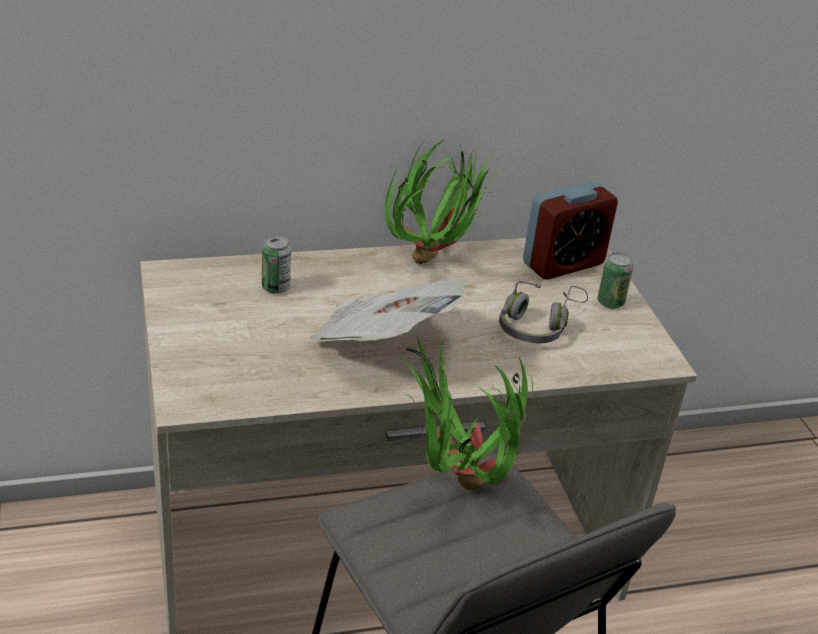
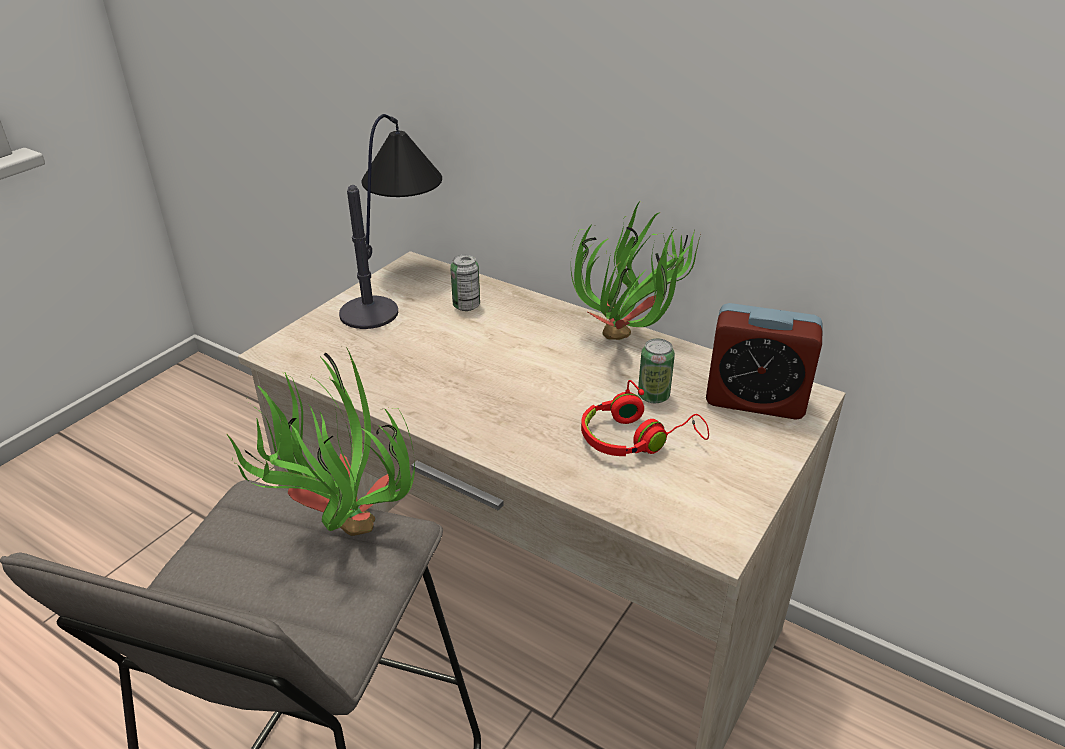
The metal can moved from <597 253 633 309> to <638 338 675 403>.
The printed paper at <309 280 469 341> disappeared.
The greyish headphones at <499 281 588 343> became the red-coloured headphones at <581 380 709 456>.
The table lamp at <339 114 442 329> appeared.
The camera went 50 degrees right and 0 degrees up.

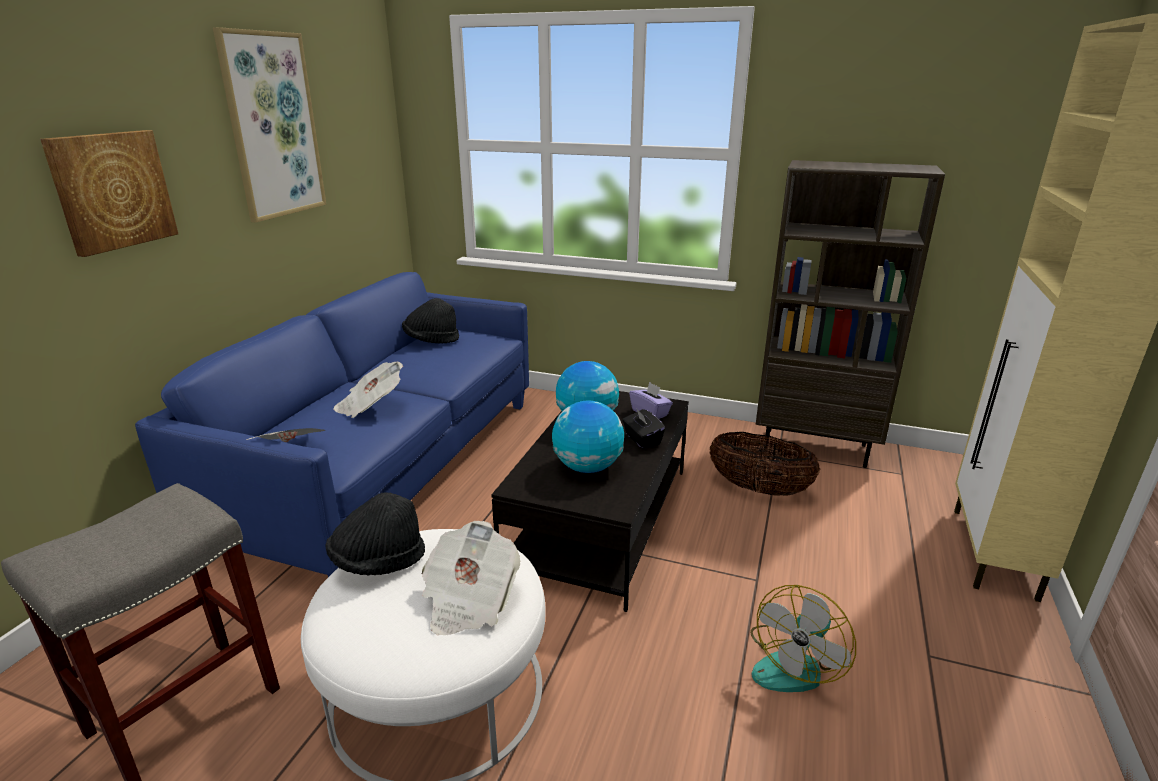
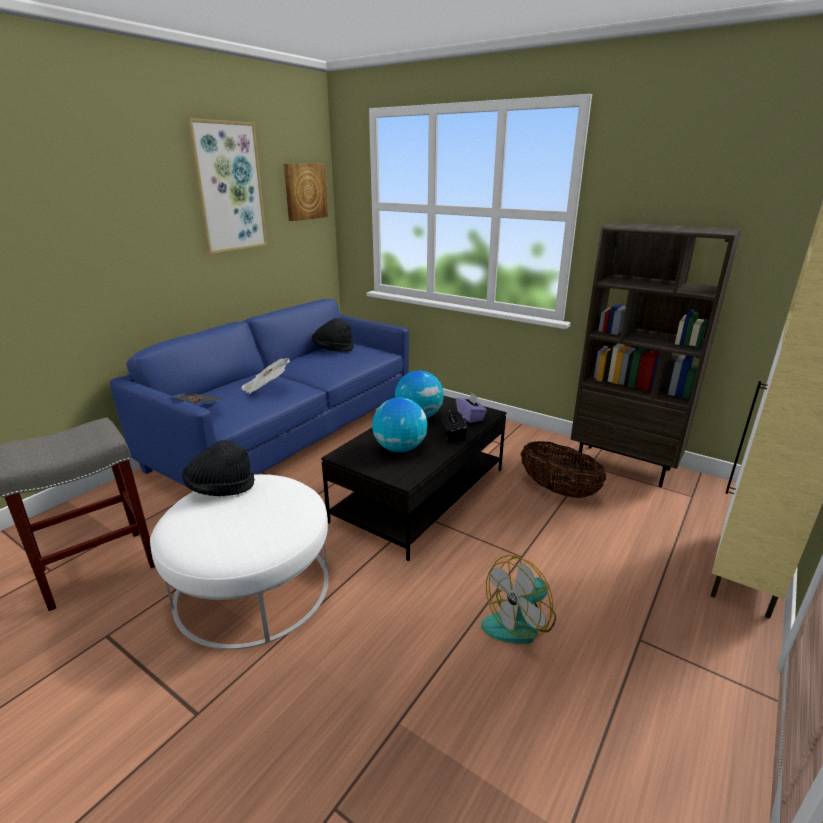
The wall art moved from <40 130 178 257> to <284 164 328 221>.
The printed paper at <421 521 520 635> disappeared.
The camera went 15 degrees right and 0 degrees up.

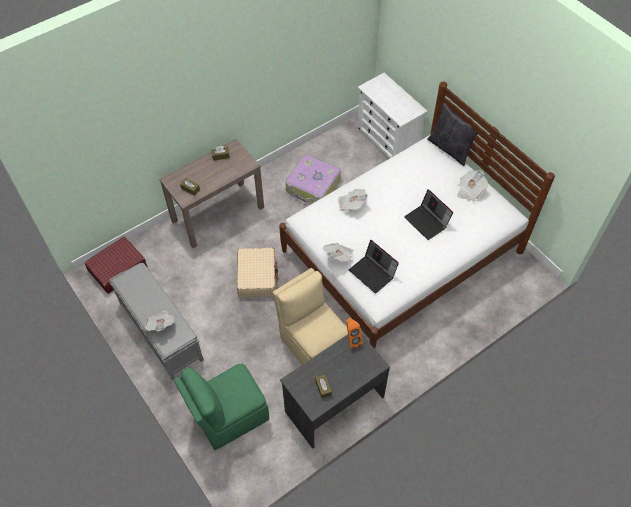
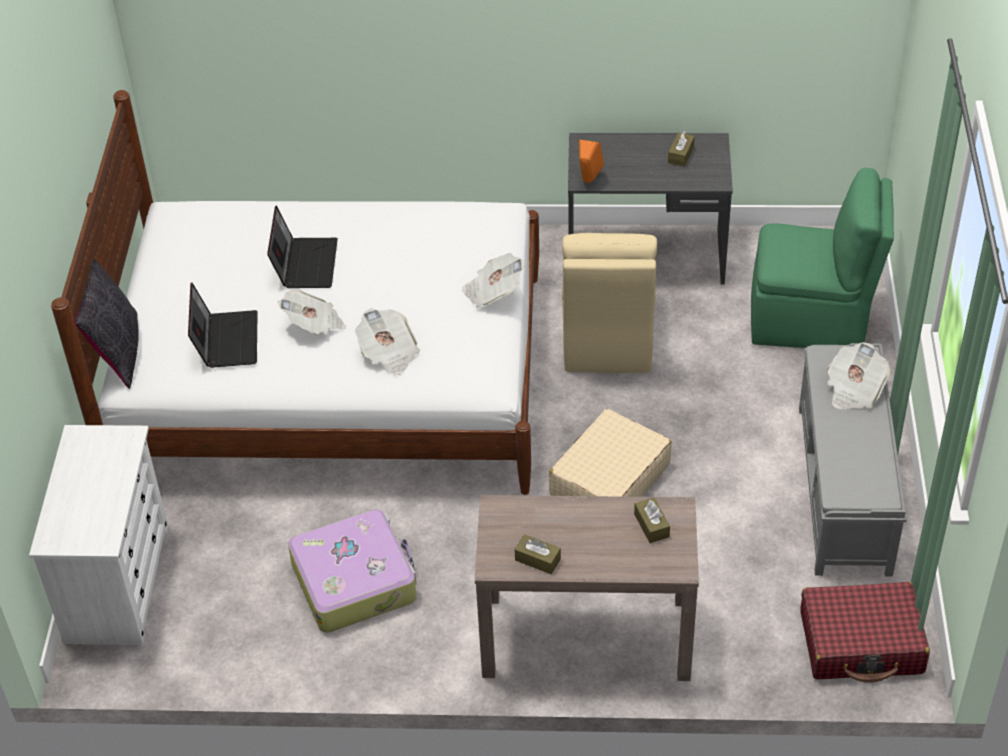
The printed paper moved from <457 170 488 201> to <278 290 346 334>.
The laptop moved from <349 240 399 293> to <188 282 258 368>.
The camera went 140 degrees left and 10 degrees down.

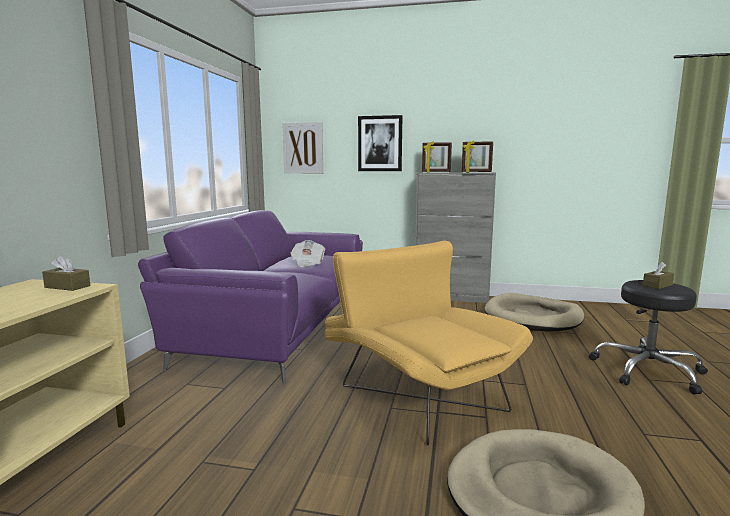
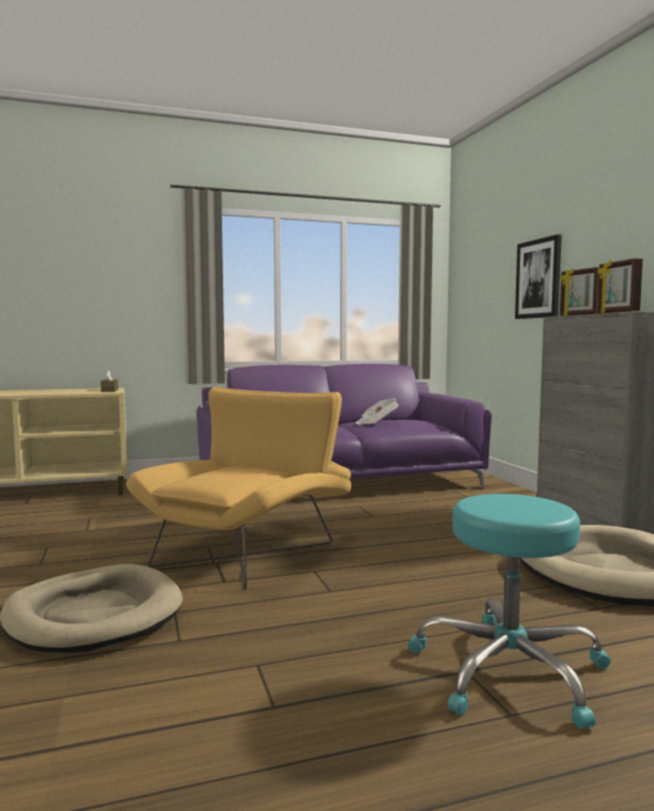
The wall art at <282 122 323 174> disappeared.
The brownish tissue box at <643 262 674 289> disappeared.
The black-coloured stool seat at <589 280 708 394> became the turquoise stool seat at <408 494 611 729>.
The camera went 60 degrees right and 5 degrees down.

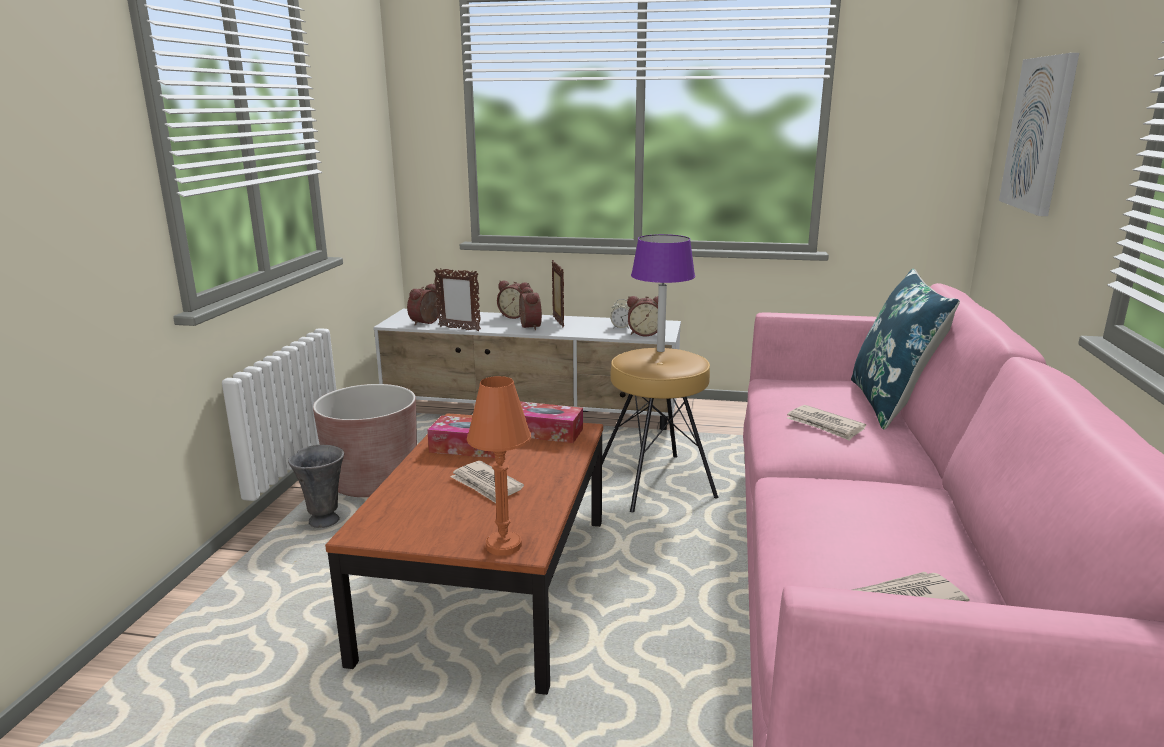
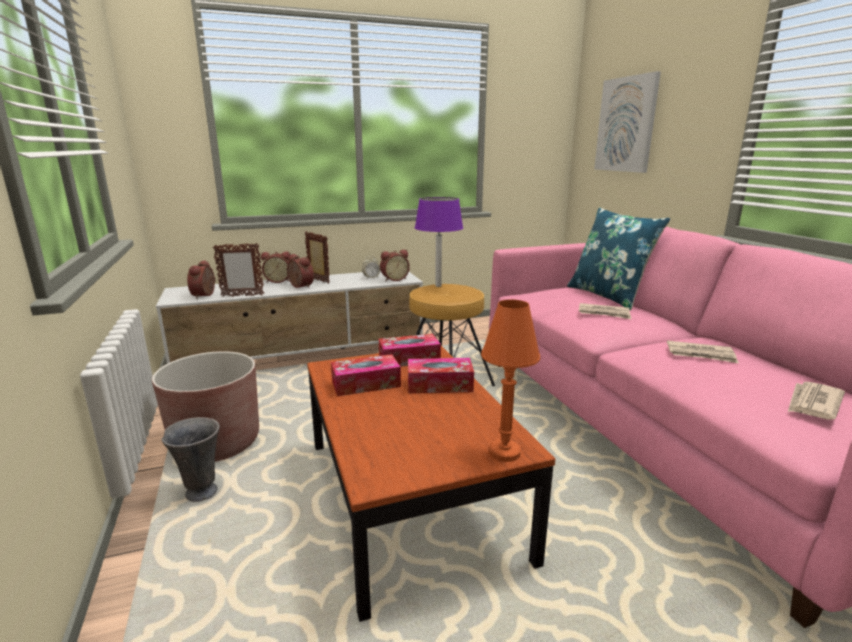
The printed paper moved from <450 461 524 503> to <667 341 739 363>.
The tissue box at <408 358 474 393> appeared.
The camera went 30 degrees left and 0 degrees up.

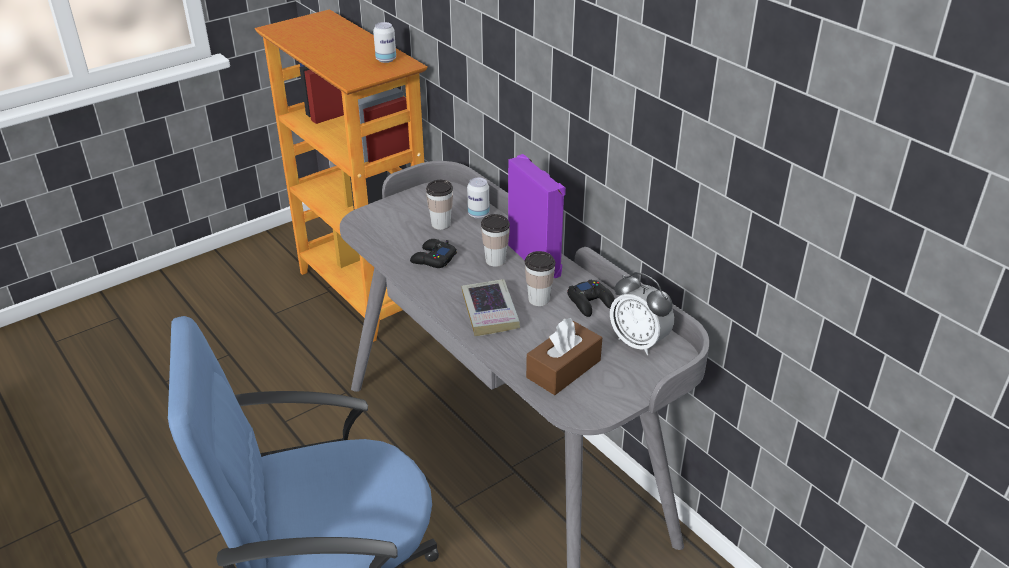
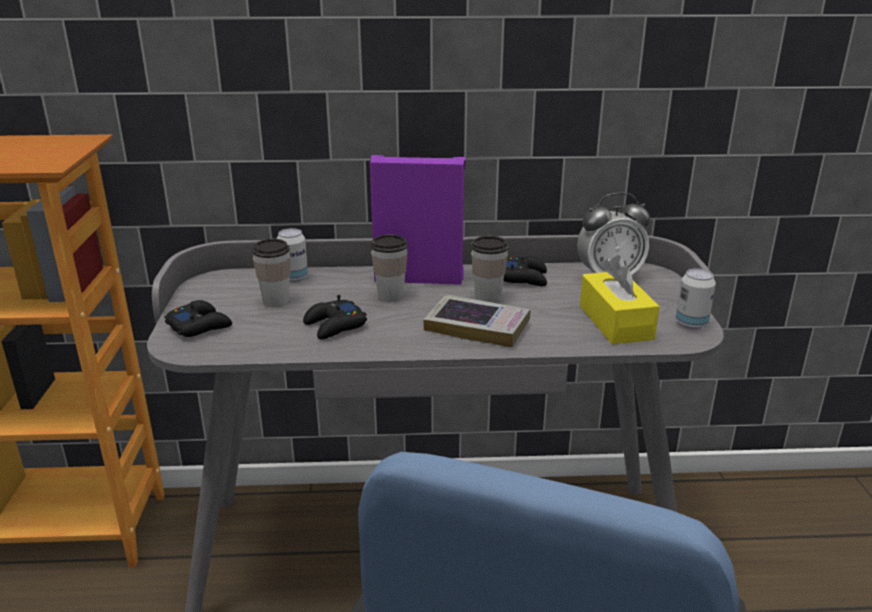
The metal can moved from <373 22 396 63> to <676 268 716 329>.
The brownish tissue box at <526 318 602 395> became the yellow-coloured tissue box at <580 255 660 344>.
The black-coloured game controller at <164 300 232 337> appeared.
The camera went 55 degrees left and 10 degrees down.

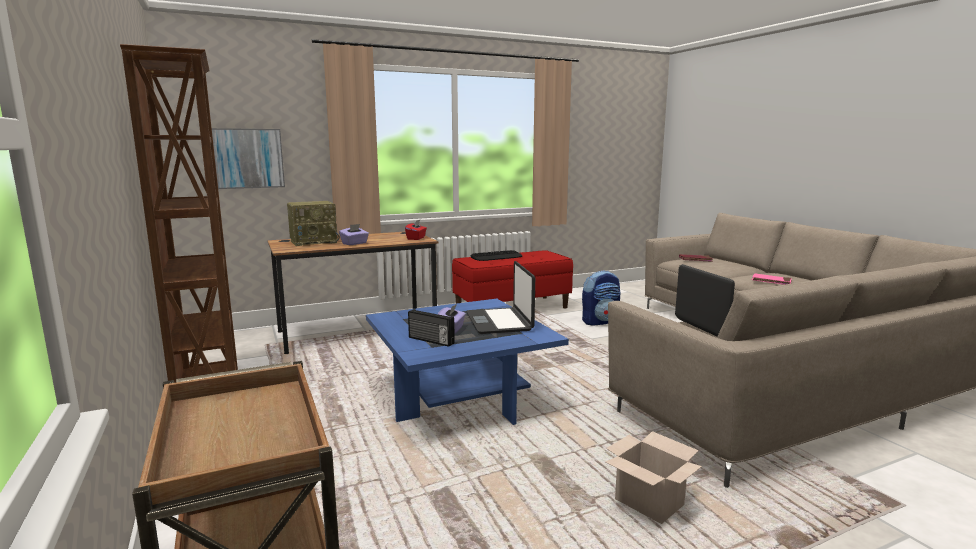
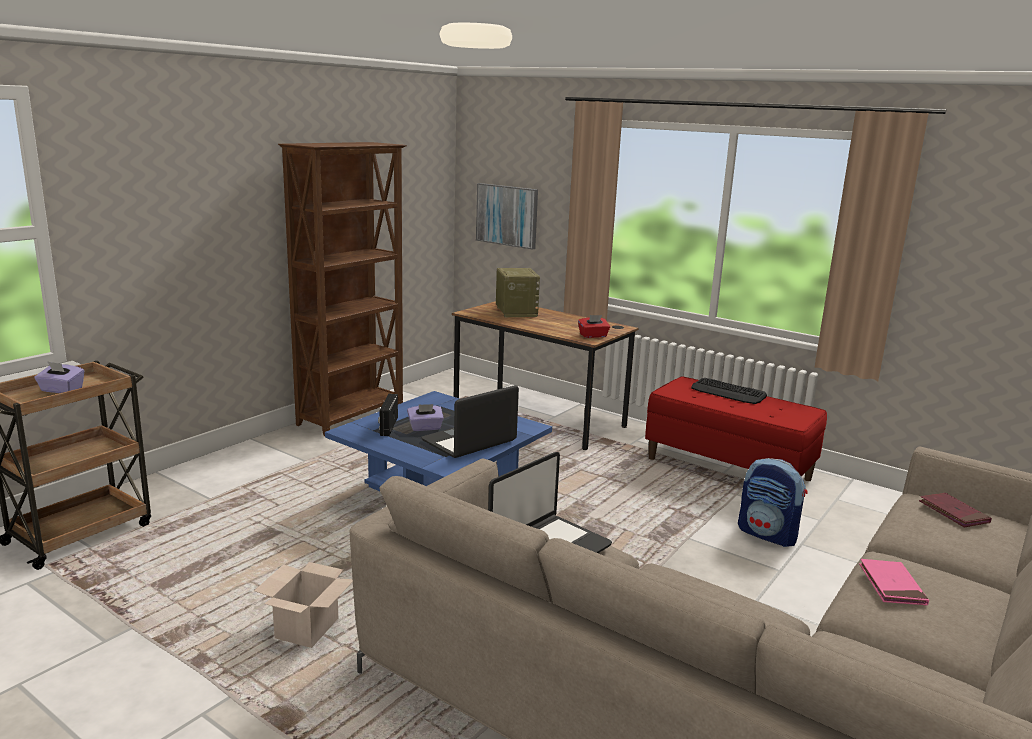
The radio receiver at <287 201 340 246> turned 135 degrees counterclockwise.
The purple tissue box moved from <339 224 369 245> to <34 361 84 393>.
The camera went 60 degrees right and 5 degrees up.

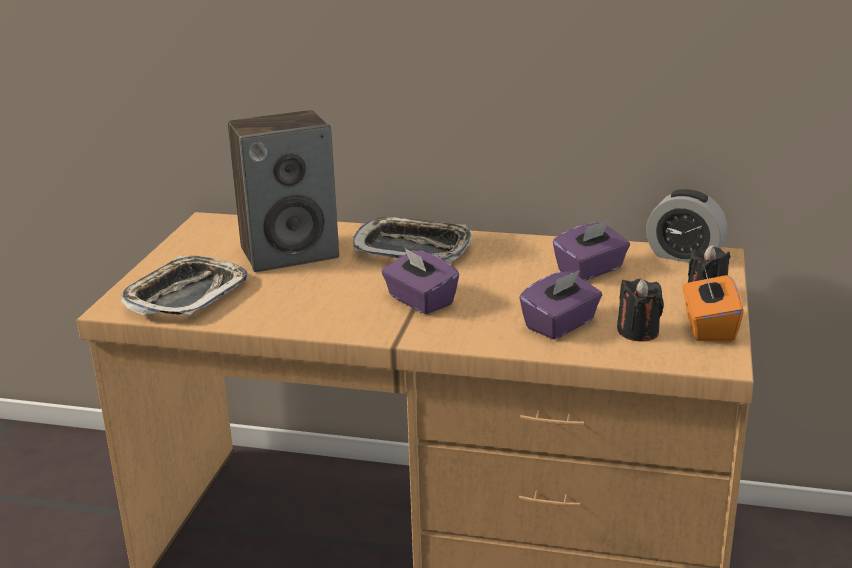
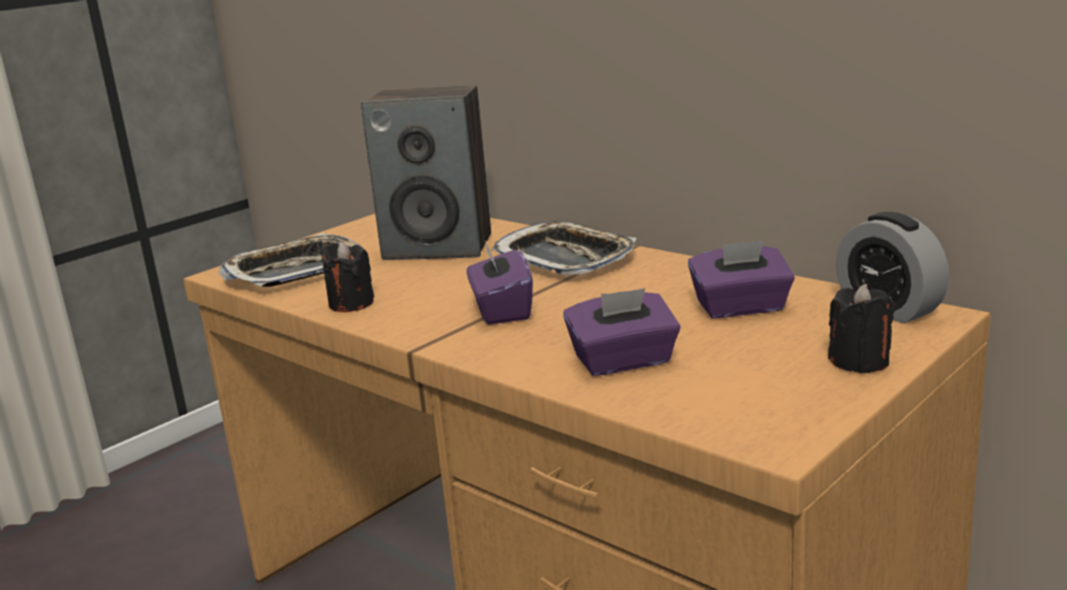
The orange-coloured tissue box at <683 270 744 342> disappeared.
The black-coloured wax candle moved from <617 279 664 341> to <321 242 374 312>.
The camera went 30 degrees right and 5 degrees down.

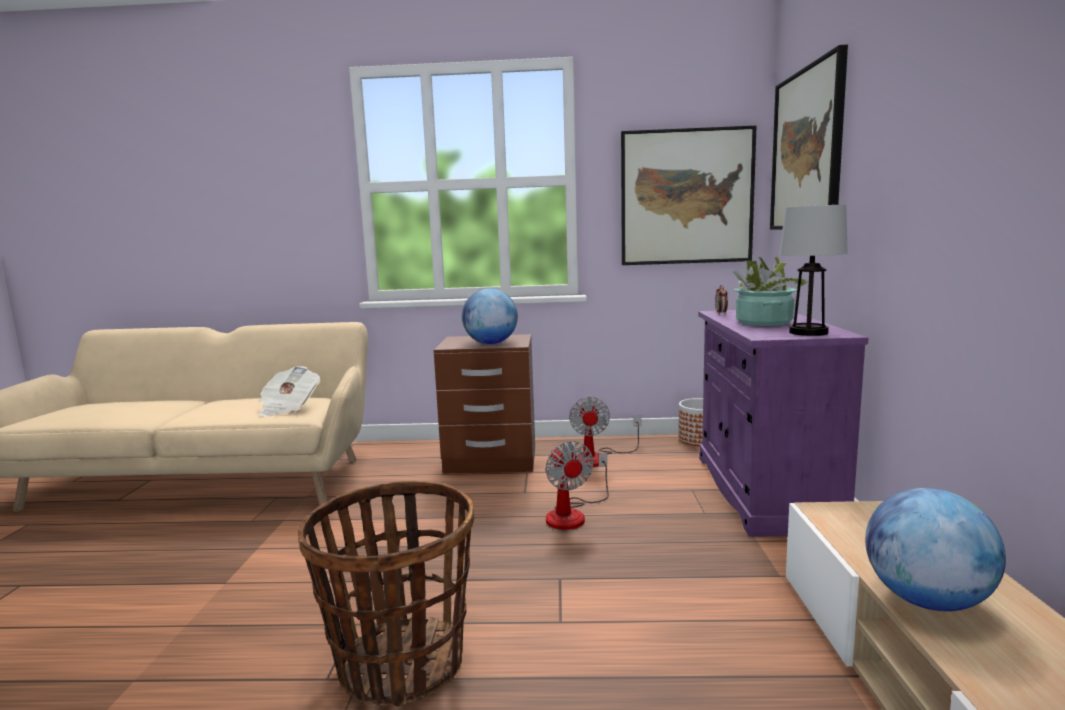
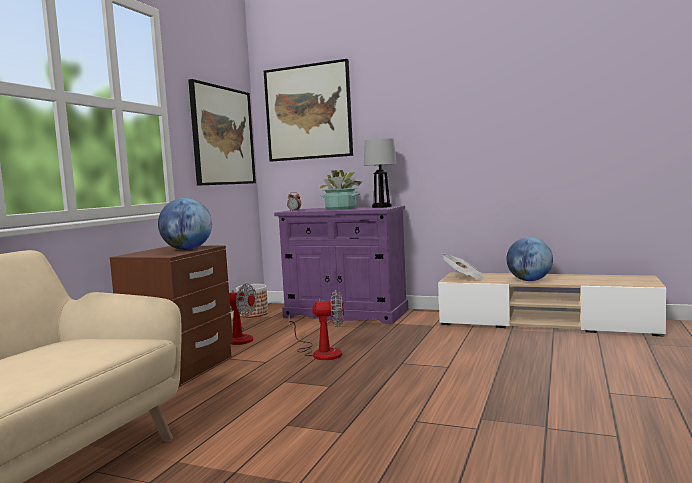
The printed paper moved from <258 366 320 417> to <441 253 484 280>.
The basket at <298 481 474 707> disappeared.
The camera went 70 degrees left and 5 degrees down.

